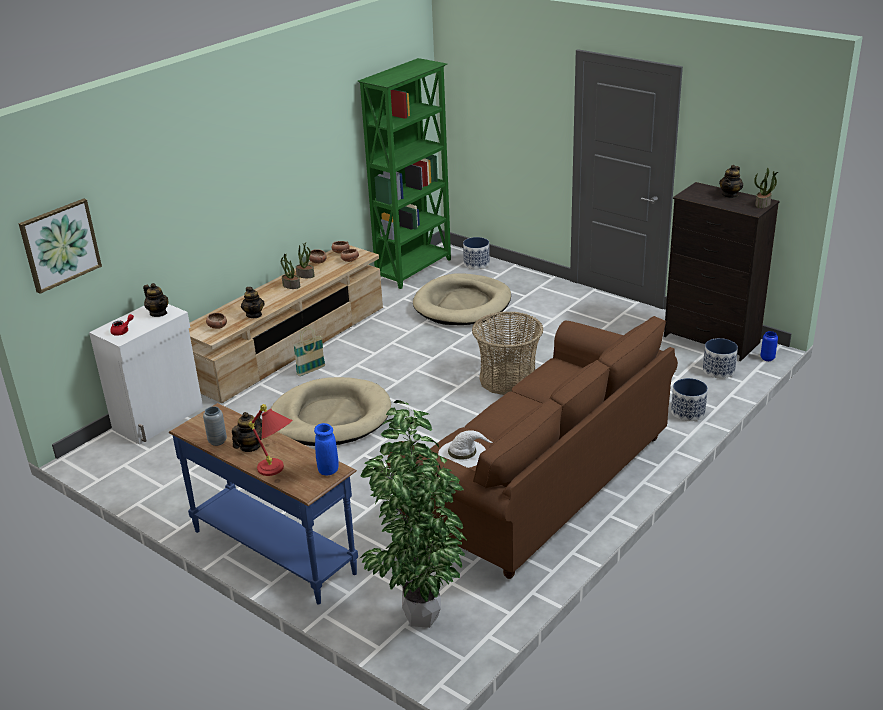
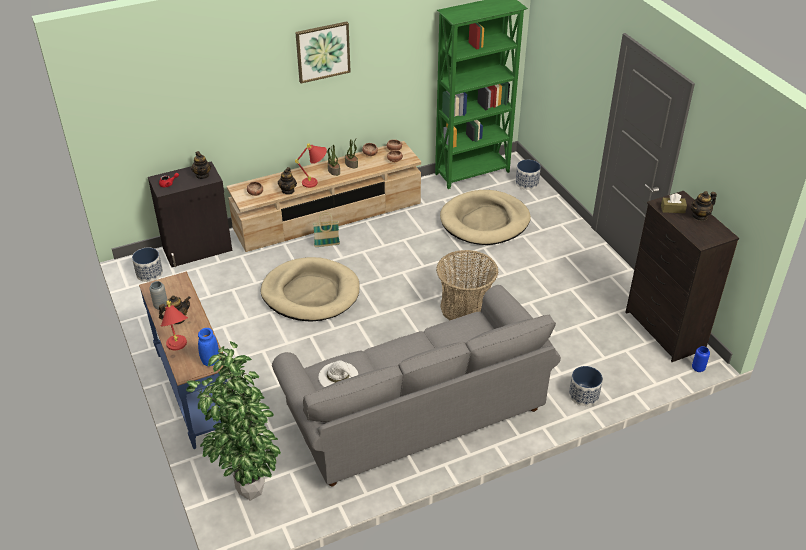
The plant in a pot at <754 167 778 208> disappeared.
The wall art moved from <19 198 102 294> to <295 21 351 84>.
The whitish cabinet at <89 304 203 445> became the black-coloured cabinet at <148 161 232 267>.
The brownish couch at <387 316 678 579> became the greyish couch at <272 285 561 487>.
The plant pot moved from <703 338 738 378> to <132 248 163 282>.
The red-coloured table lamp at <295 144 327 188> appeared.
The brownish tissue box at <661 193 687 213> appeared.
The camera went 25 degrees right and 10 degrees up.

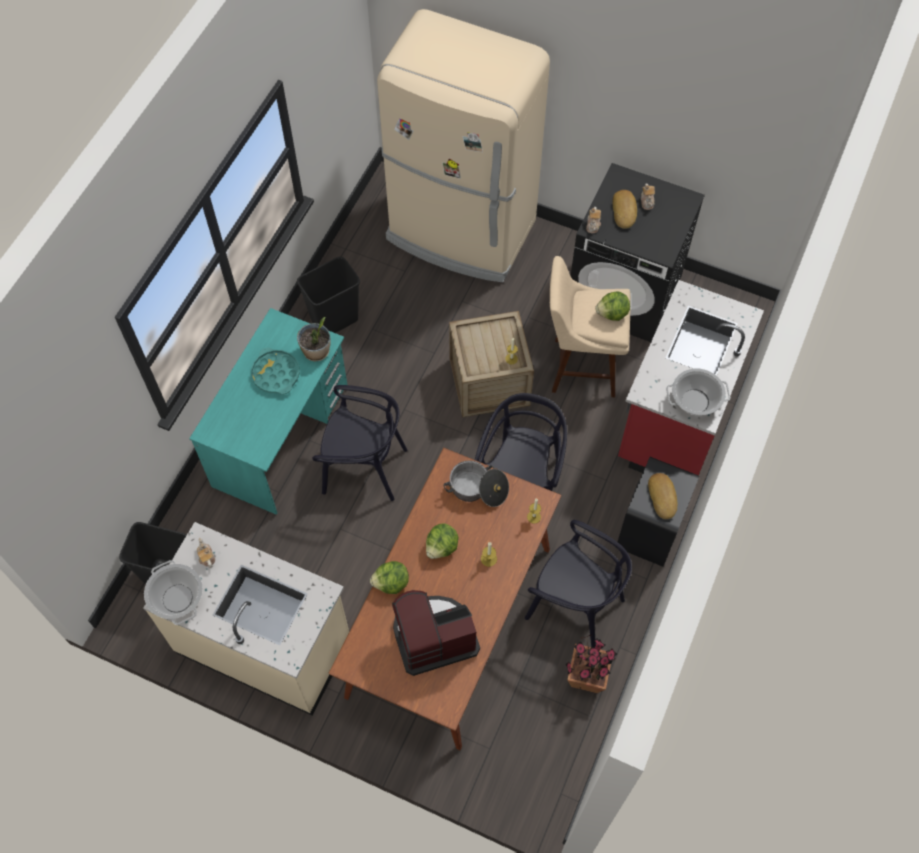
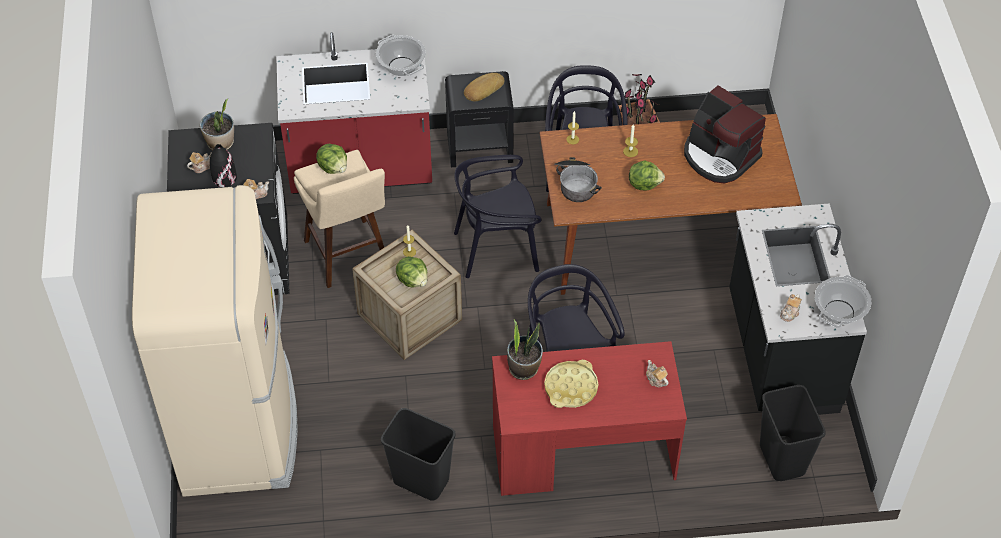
The baked bread at <613 190 637 229> was replaced by the black-coloured flower vase at <210 144 237 187>.
The turquoise desk unit at <189 308 347 515> became the red-coloured desk unit at <492 341 687 496>.
The turquoise tray at <251 348 300 395> became the yellow-coloured tray at <544 360 598 408>.
The beige-coloured kitchen base unit at <143 522 349 716> became the black-coloured kitchen base unit at <729 203 867 415>.
The lettuce moved from <370 561 409 594> to <396 256 428 287>.
The plant in a pot at <200 99 234 150> appeared.
The tea pot at <646 360 669 387> appeared.
The camera went 120 degrees left and 10 degrees down.

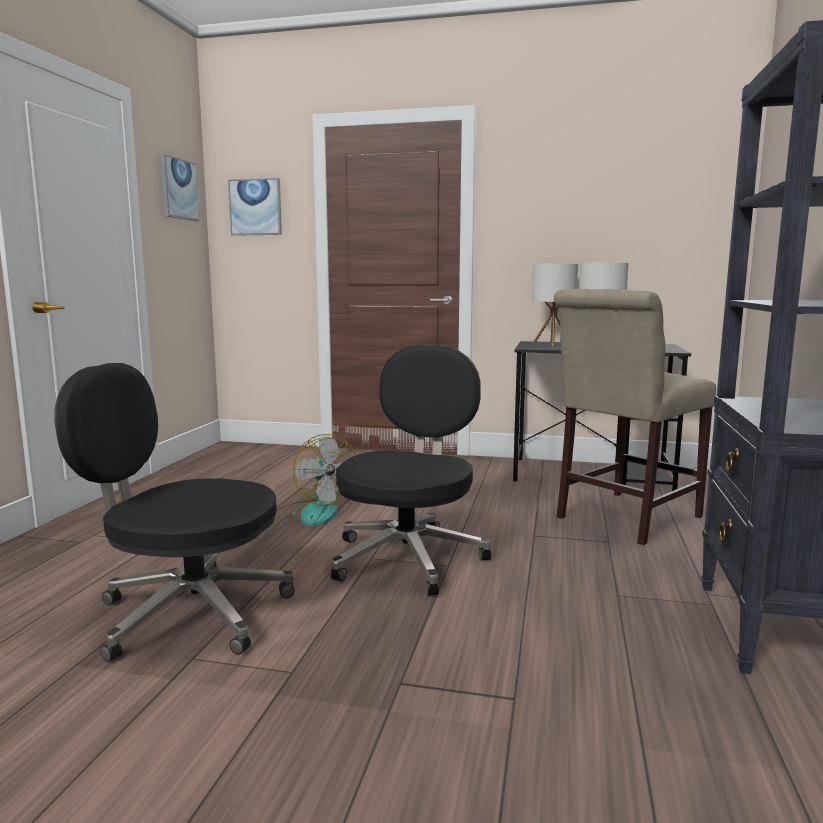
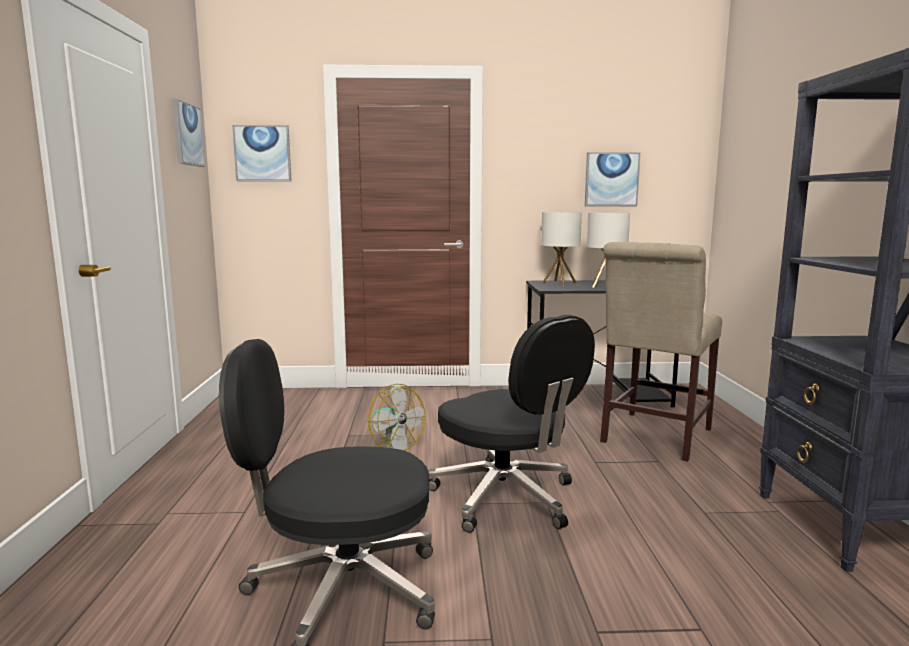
The black-coloured office chair at <331 345 491 596> turned 135 degrees clockwise.
The wall art at <585 152 640 206> appeared.
The camera went 15 degrees left and 0 degrees up.

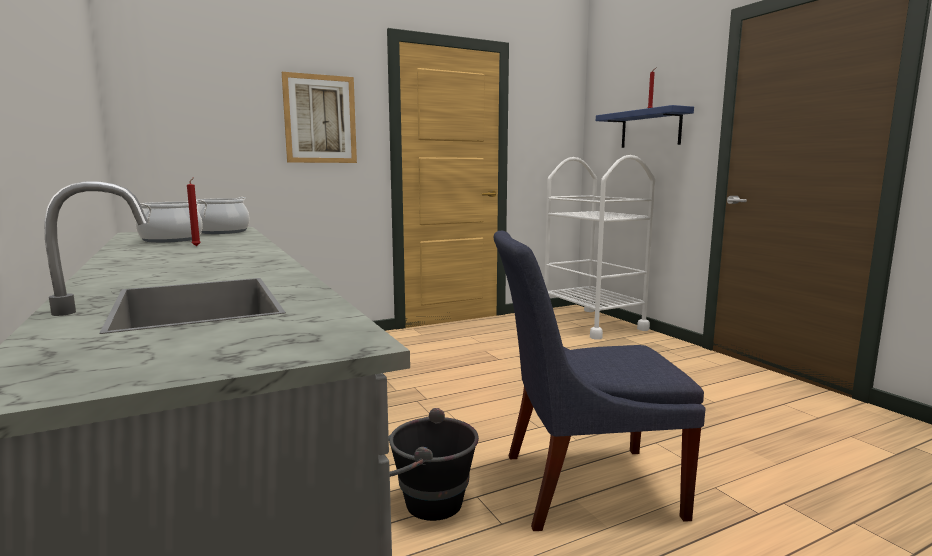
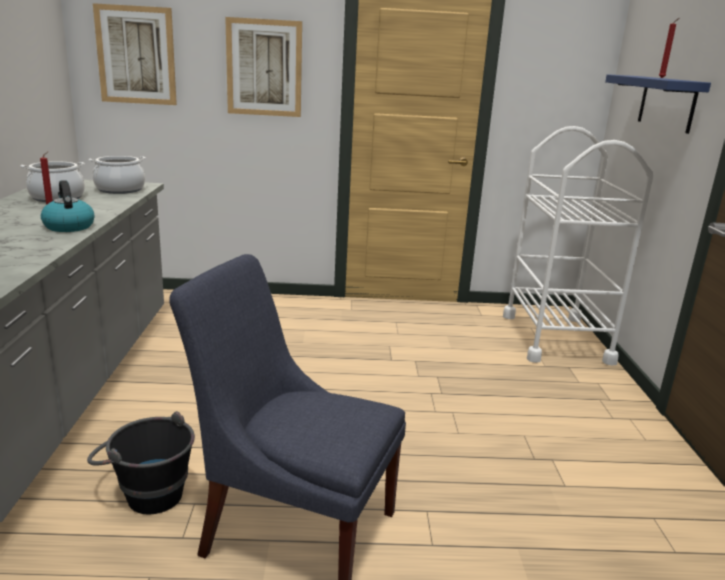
The wall art at <93 3 177 105> appeared.
The kettle at <41 180 94 232> appeared.
The camera went 25 degrees right and 10 degrees up.

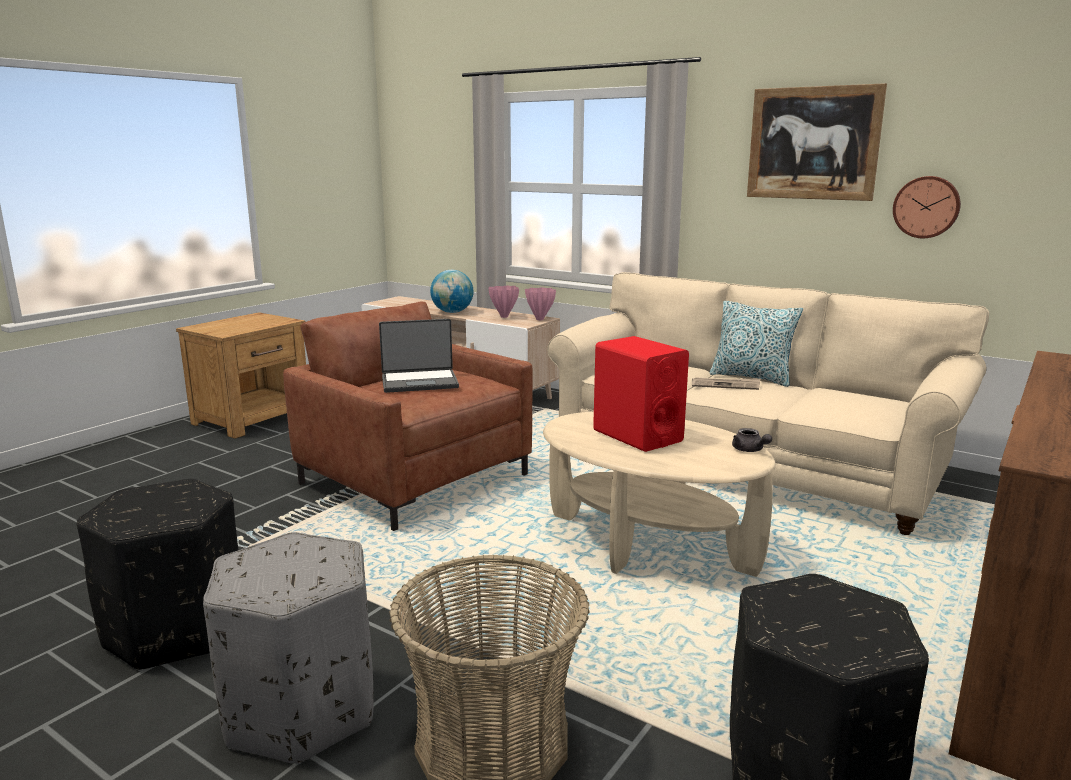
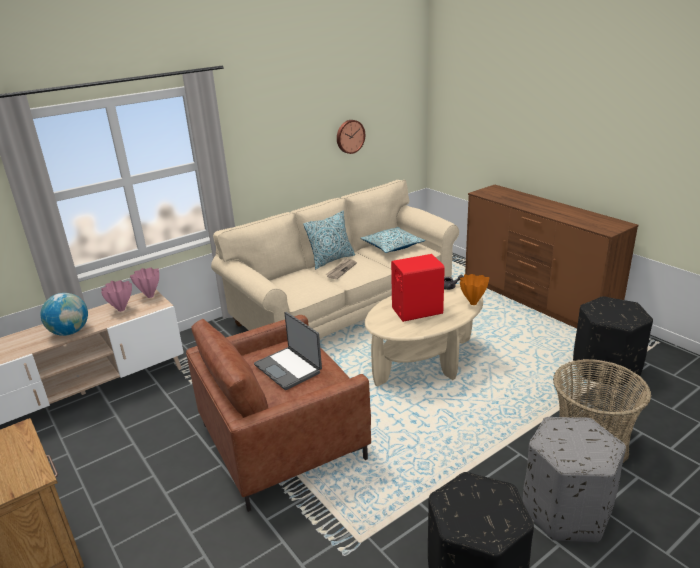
The wall art at <747 83 887 201> disappeared.
The laptop at <379 319 459 393> turned 135 degrees clockwise.
The pillow at <361 227 425 253> appeared.
The orange-coloured flower vase at <460 274 490 305> appeared.
The camera went 70 degrees left and 10 degrees up.

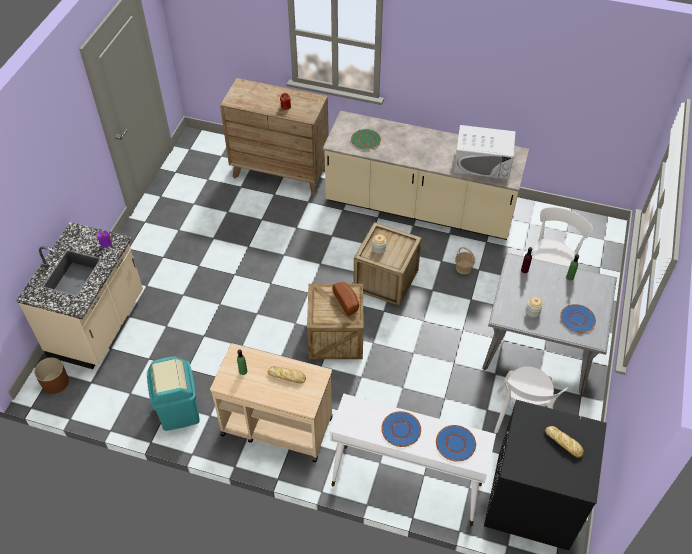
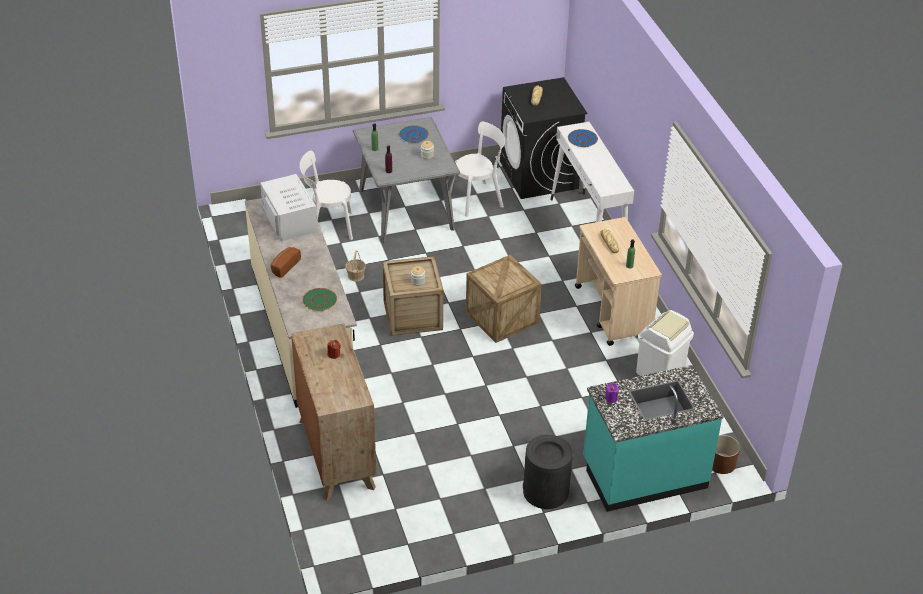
The beige-coloured kitchen base unit at <16 222 143 369> became the turquoise kitchen base unit at <583 365 724 512>.
The baked bread moved from <333 282 359 316> to <271 247 301 278>.
The turquoise rubbish bin at <147 356 200 431> became the whitish rubbish bin at <636 310 694 376>.
The blue plate at <381 411 421 447> disappeared.
The black-coloured rubbish bin at <523 435 573 509> appeared.
The camera went 125 degrees left and 10 degrees down.

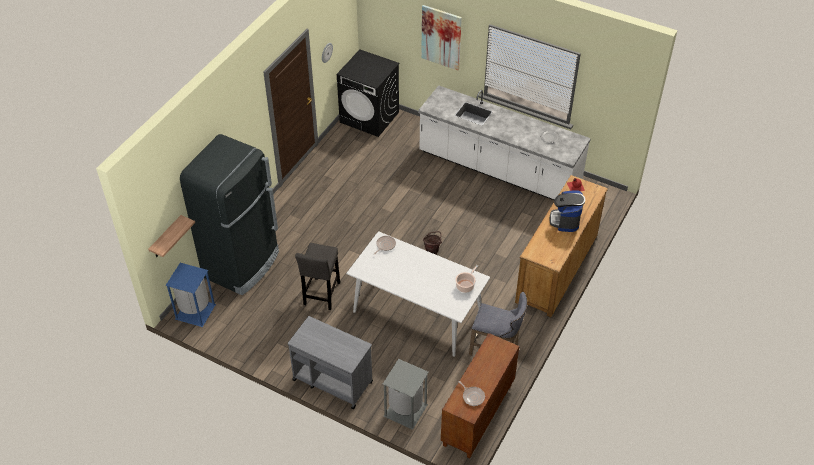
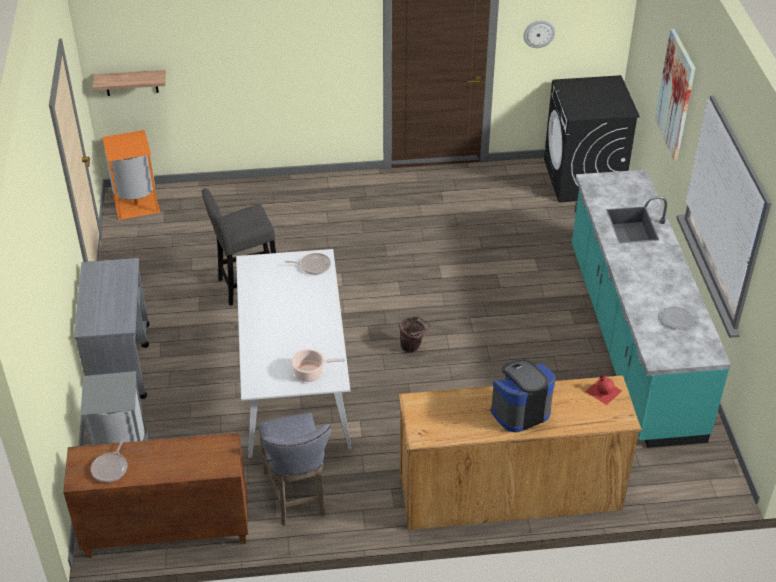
The whitish kitchen base unit at <418 85 591 200> became the turquoise kitchen base unit at <572 170 731 448>.
The black-coloured kitchen fridge at <180 134 279 295> disappeared.
The blue rubbish bin at <165 263 216 327> became the orange-coloured rubbish bin at <102 130 160 220>.
The camera went 55 degrees right and 5 degrees down.

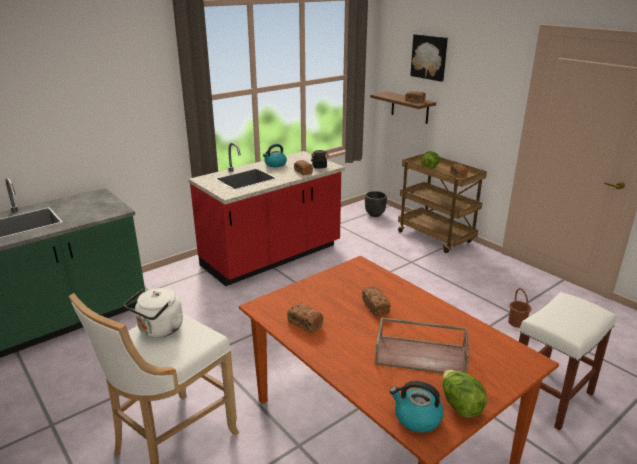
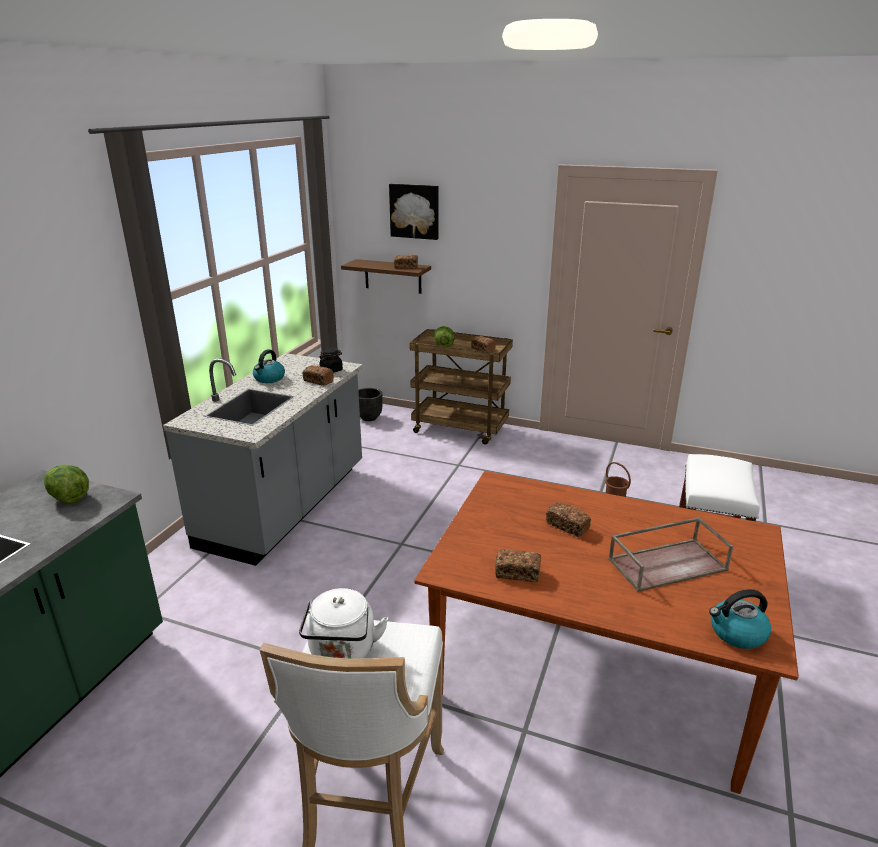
The red-coloured kitchen base unit at <188 142 345 286> became the greyish kitchen base unit at <163 353 363 566>.
The lettuce moved from <442 370 487 418> to <44 465 89 504>.
The camera went 30 degrees left and 0 degrees up.

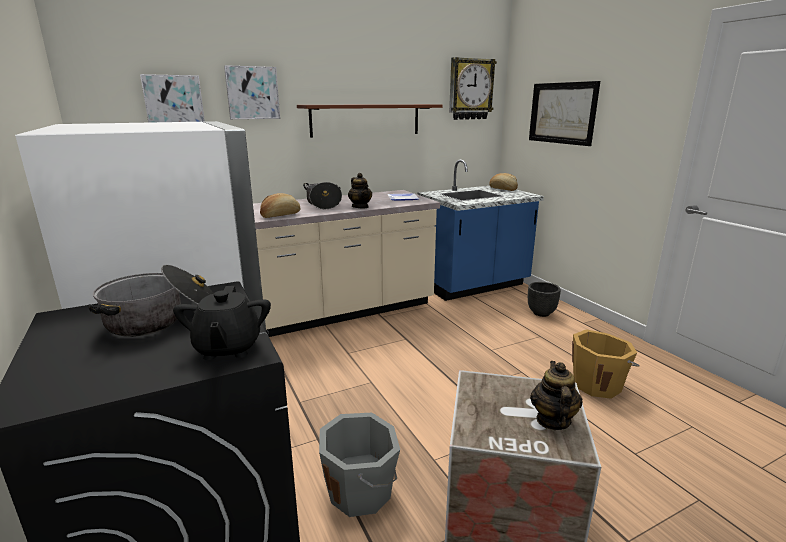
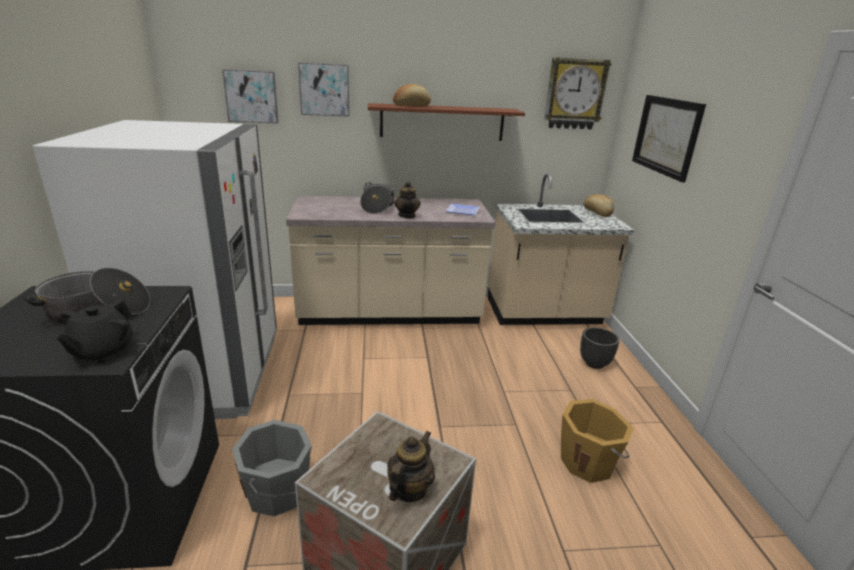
The blue kitchen base unit at <418 159 544 301> became the beige-coloured kitchen base unit at <488 174 634 325>.
The baked bread moved from <260 193 301 218> to <393 84 431 106>.
The camera went 20 degrees right and 5 degrees up.

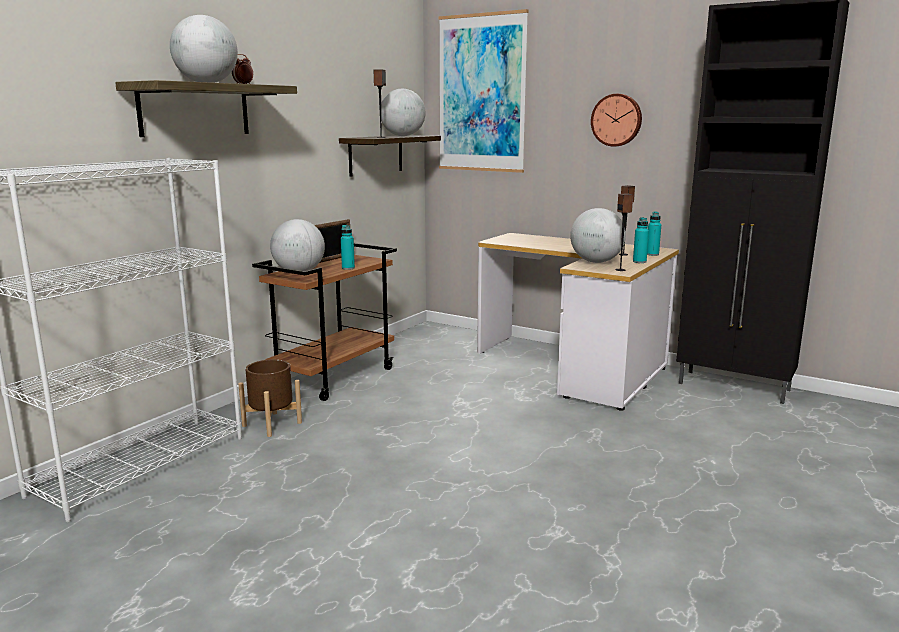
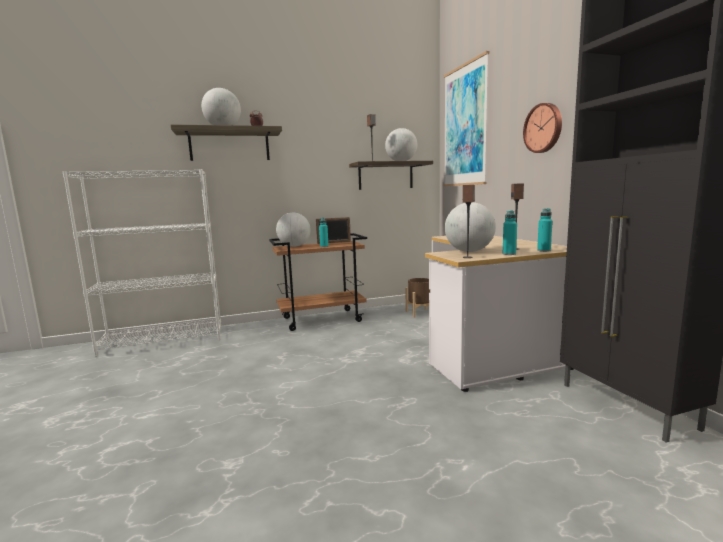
The brownish plant pot moved from <238 360 302 437> to <405 278 430 318>.
The camera went 40 degrees right and 5 degrees down.

